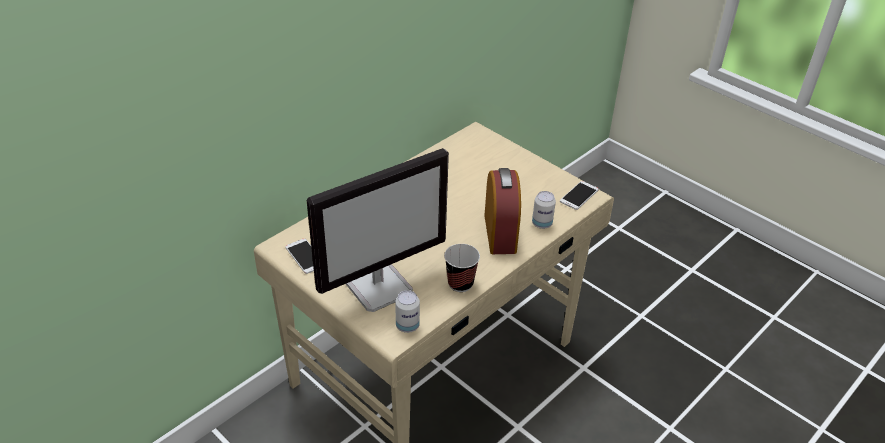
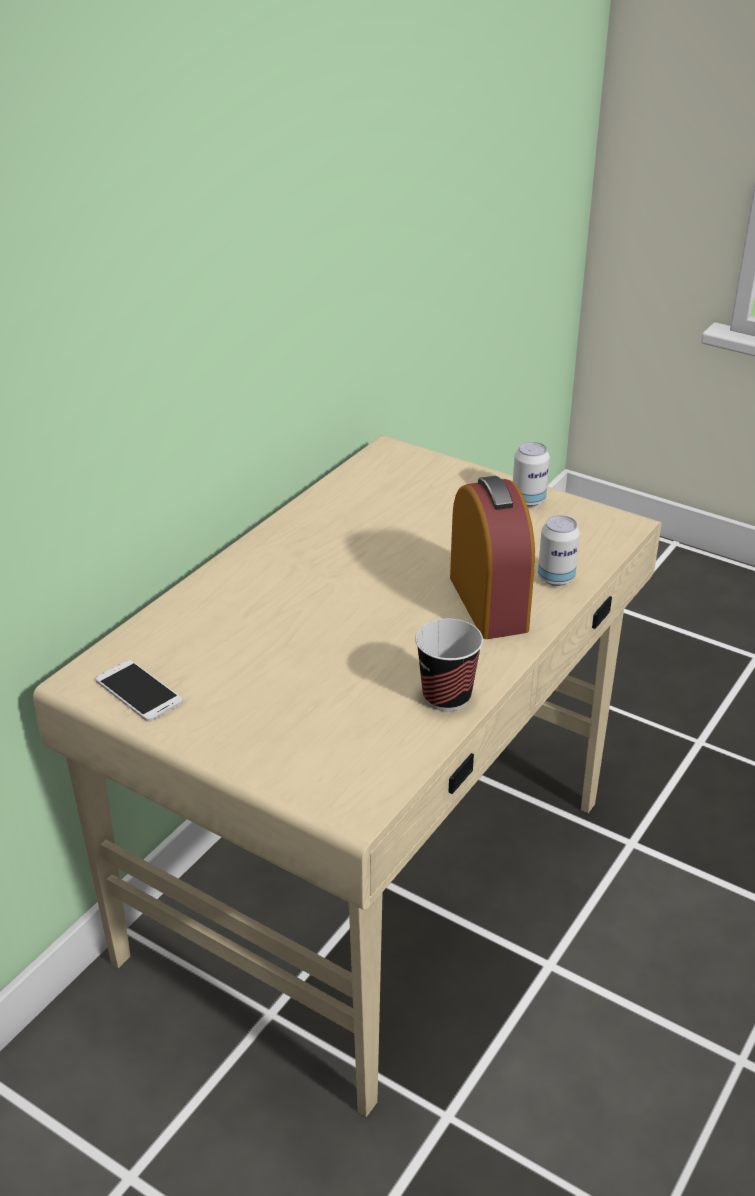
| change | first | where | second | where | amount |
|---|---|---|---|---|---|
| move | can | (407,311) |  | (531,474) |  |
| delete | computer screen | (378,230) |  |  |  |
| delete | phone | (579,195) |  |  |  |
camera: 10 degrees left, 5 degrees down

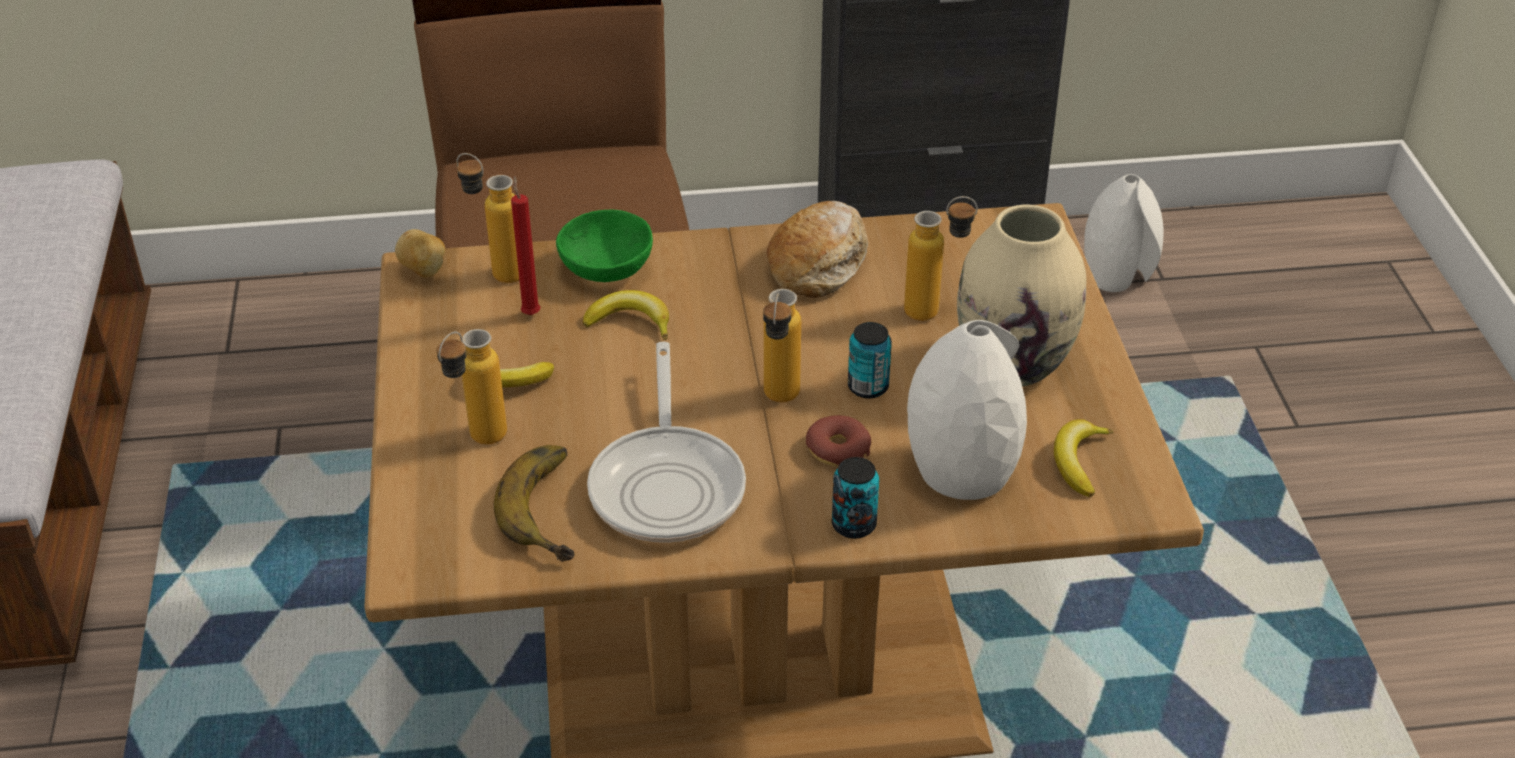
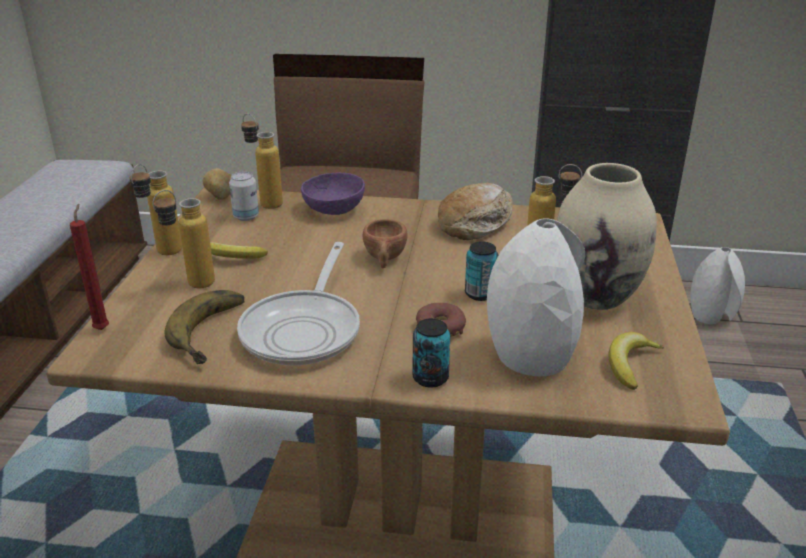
| change | first | where | second | where | amount |
|---|---|---|---|---|---|
| move | wax light in red | (525,245) |  | (89,267) |  |
| move | bottle | (782,345) |  | (155,209) |  |
| insert |  |  | can | (244,196) |  |
| recolor | serving bowl in green | (604,246) | serving bowl in purple-coloured | (333,193) |  |
| insert |  |  | cup in brown | (385,243) |  |
| delete | banana | (626,315) |  |  |  |
camera: 15 degrees right, 10 degrees down

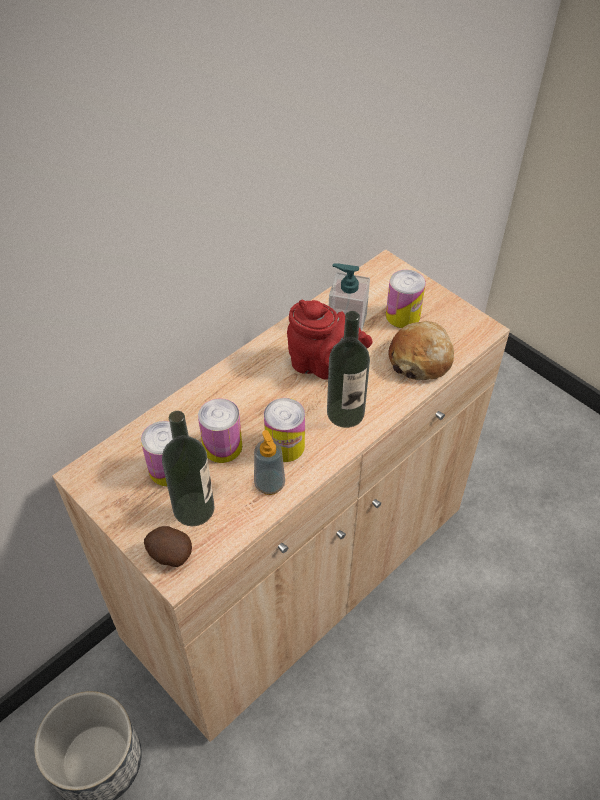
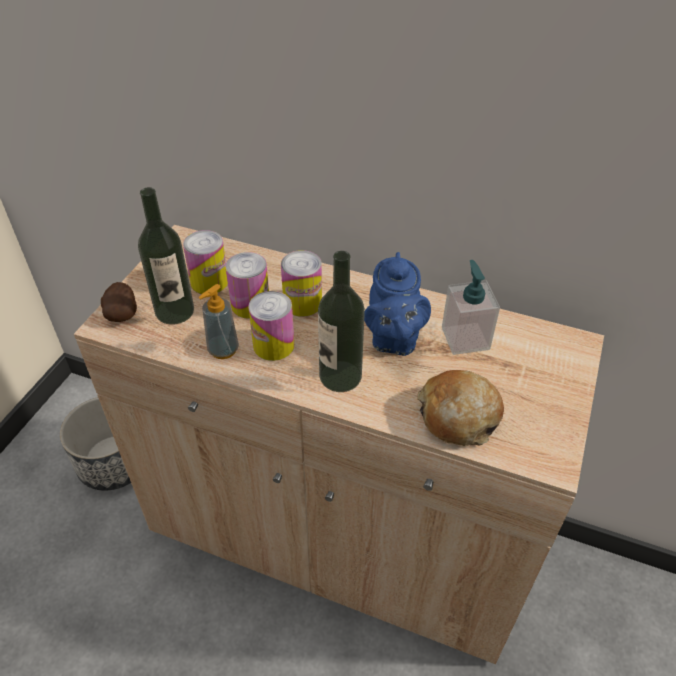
| change | first | where | second | where | amount |
|---|---|---|---|---|---|
| move | can | (406,299) |  | (301,283) |  |
| recolor | teapot in red | (330,340) | teapot in bluish | (397,304) |  |
camera: 65 degrees right, 5 degrees down

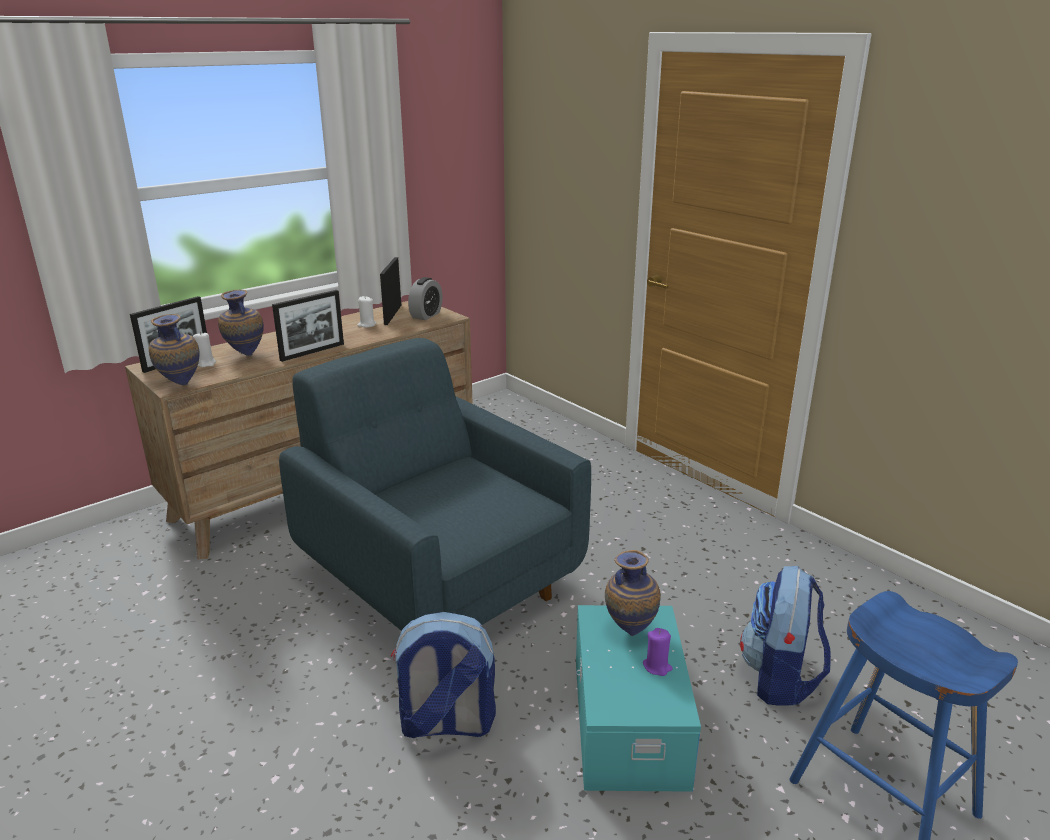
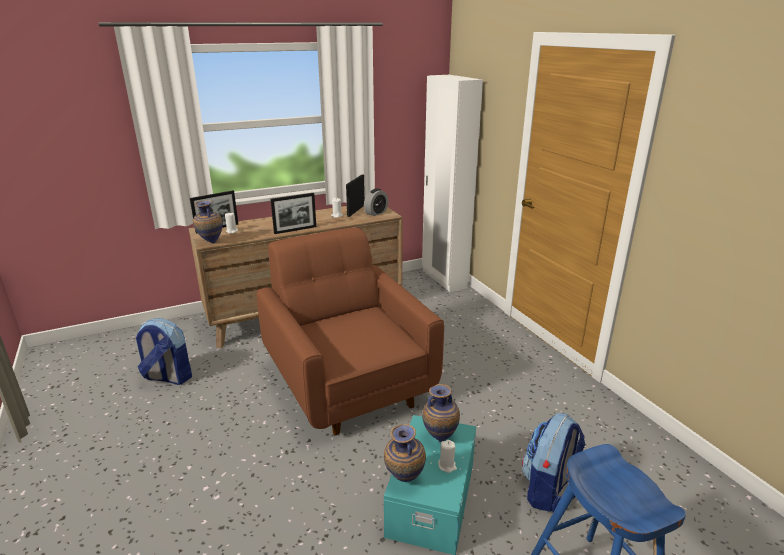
| change | first | where | second | where | amount |
|---|---|---|---|---|---|
| move | backpack | (443,675) |  | (164,351) |  |
| recolor | easy chair in bluish | (435,484) | easy chair in brown | (350,331) |  |
| move | flower vase | (241,323) |  | (405,453) |  |
| insert |  |  | wardrobe in whitish | (452,183) |  |
| recolor | wax light in purple-coloured | (658,652) | wax light in whitish | (447,456) |  |
camera: 15 degrees right, 0 degrees up

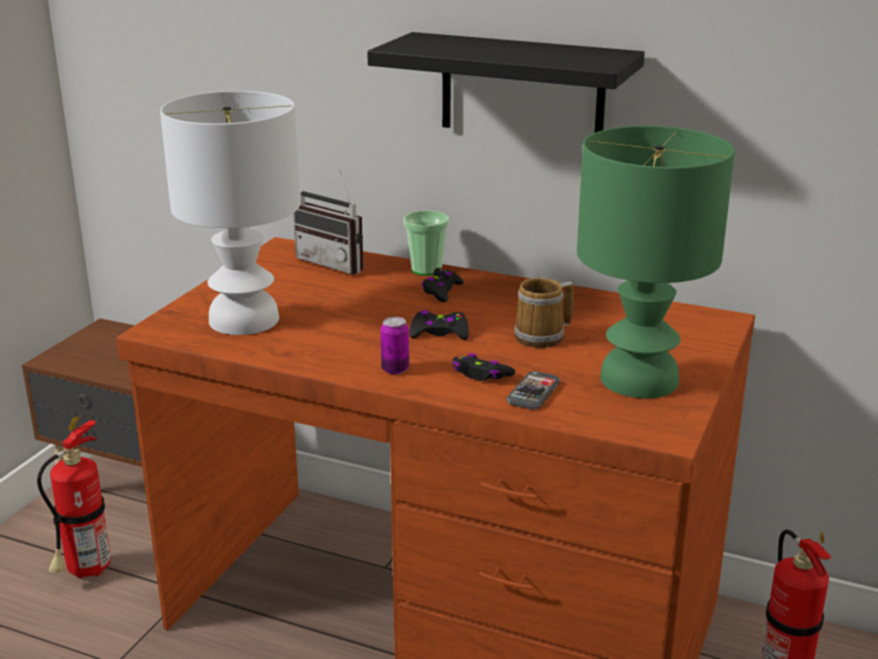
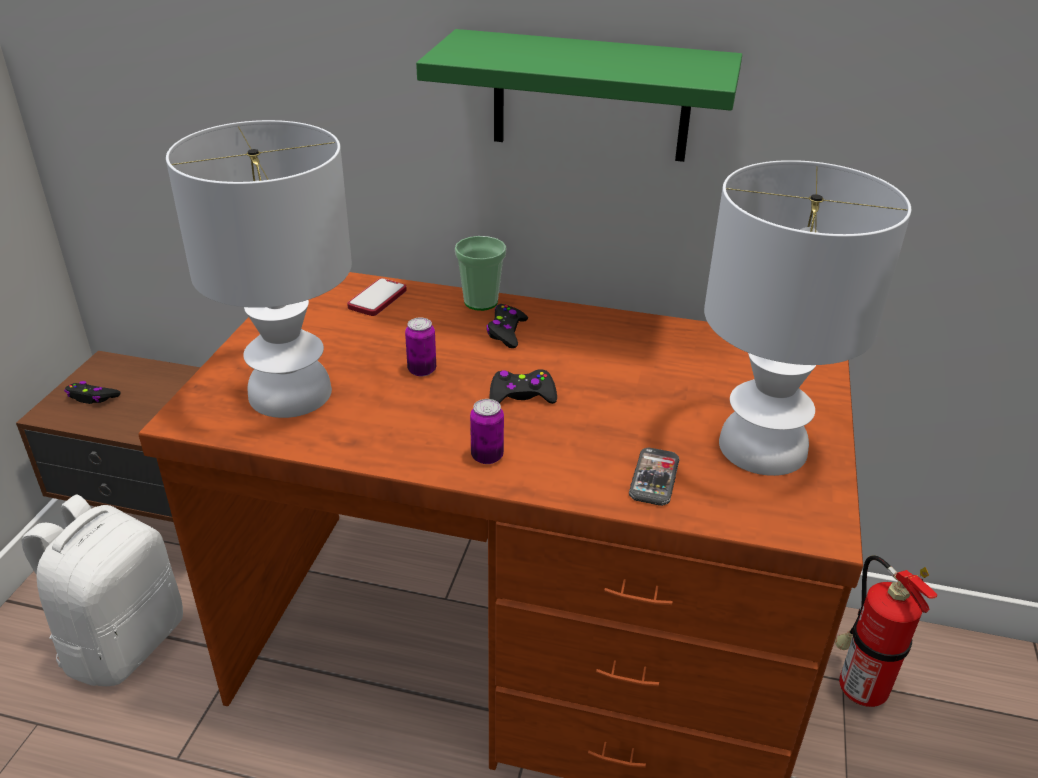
| change | first | where | second | where | amount |
|---|---|---|---|---|---|
| replace | fire extinguisher | (74,497) | backpack in whitish | (102,590) |  |
| move | gamepad in black-coloured | (483,367) |  | (92,392) |  |
| replace | radio receiver | (328,222) | phone | (377,297) |  |
| insert |  |  | can | (420,347) |  |
| recolor | wall shelf in black-coloured | (506,82) | wall shelf in green | (579,95) |  |
| recolor | table lamp in green | (656,262) | table lamp in whitish | (807,318) |  |
| delete | coffee mug | (544,313) |  |  |  |
camera: 10 degrees left, 10 degrees up

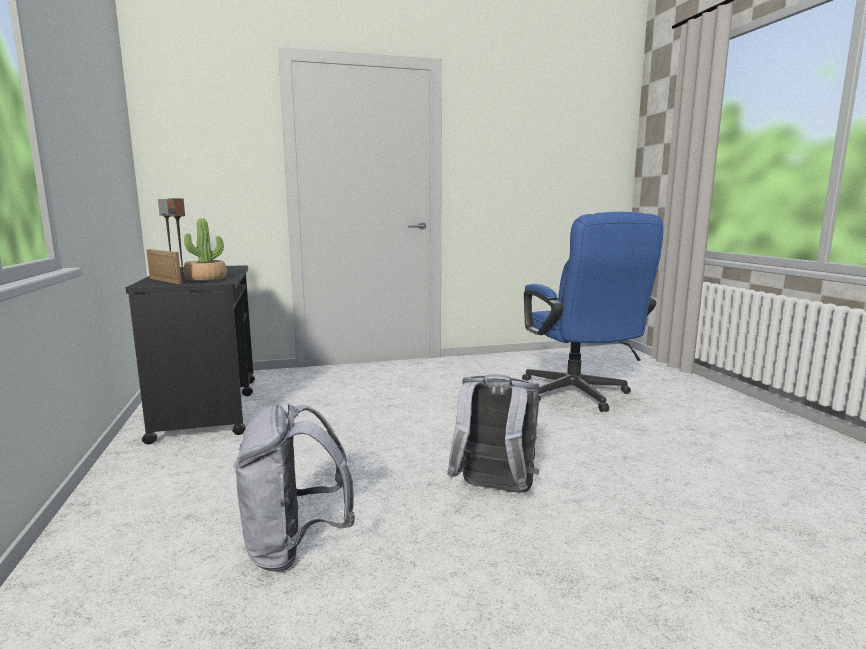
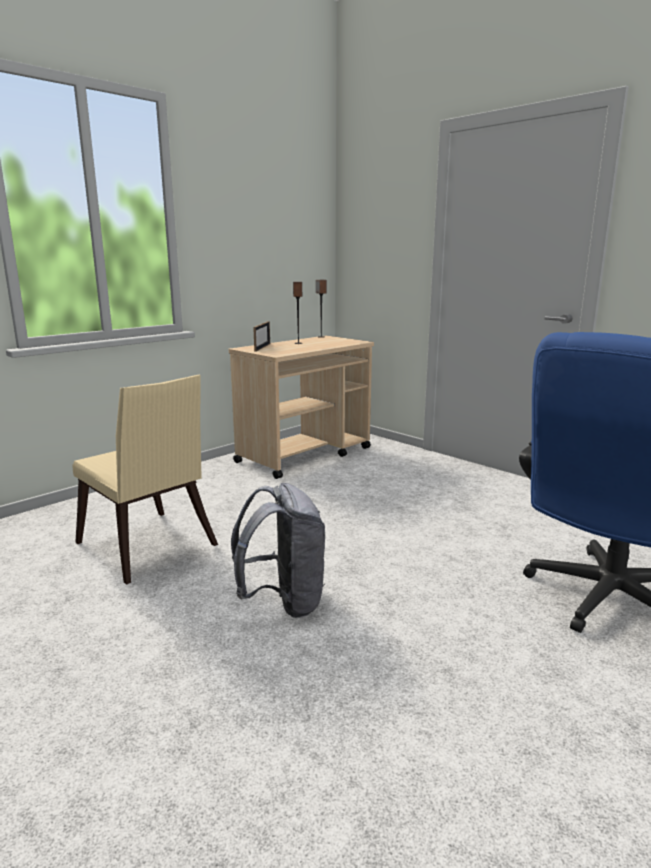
| change | first | where | second | where | amount |
|---|---|---|---|---|---|
| replace | backpack in gray | (294,488) | upright chair in sand-coloured | (145,479) |  |
| recolor | cart in black-coloured | (190,355) | cart in sand-coloured | (301,407) |  |
| delete | potted plant | (205,249) |  |  |  |
camera: 60 degrees right, 5 degrees up

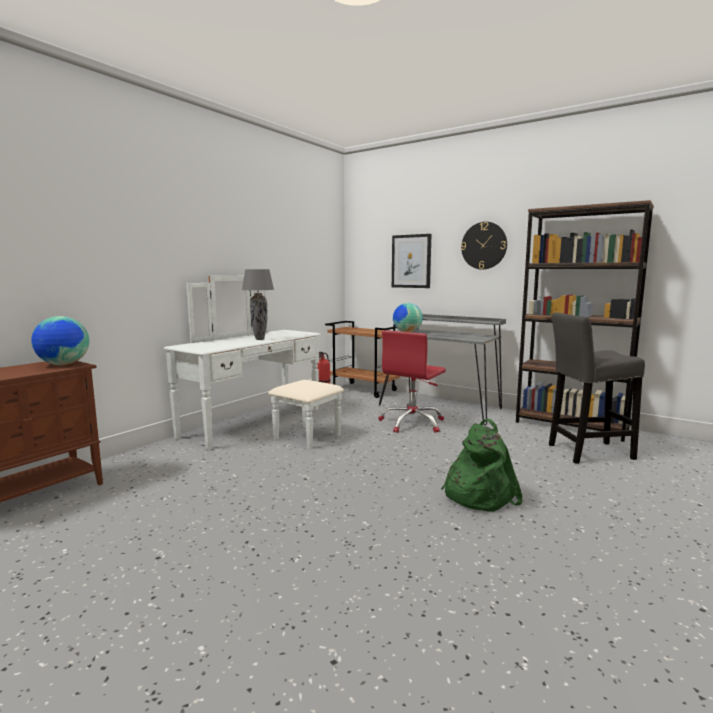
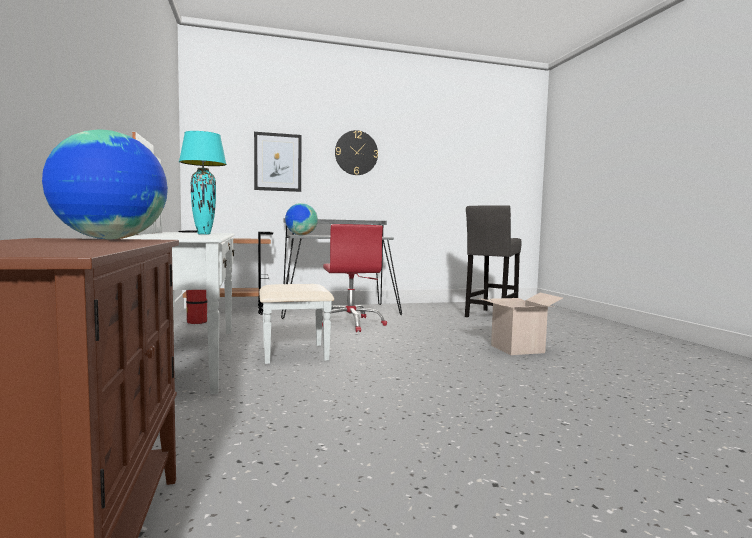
| change | first | where | second | where | amount |
|---|---|---|---|---|---|
| recolor | table lamp in gray | (258,304) | table lamp in blue-green | (203,183) |  |
| replace | backpack in green | (482,465) | carton | (520,324) |  |
| delete | bookcase in brown | (585,321) |  |  |  |
camera: 50 degrees left, 5 degrees down

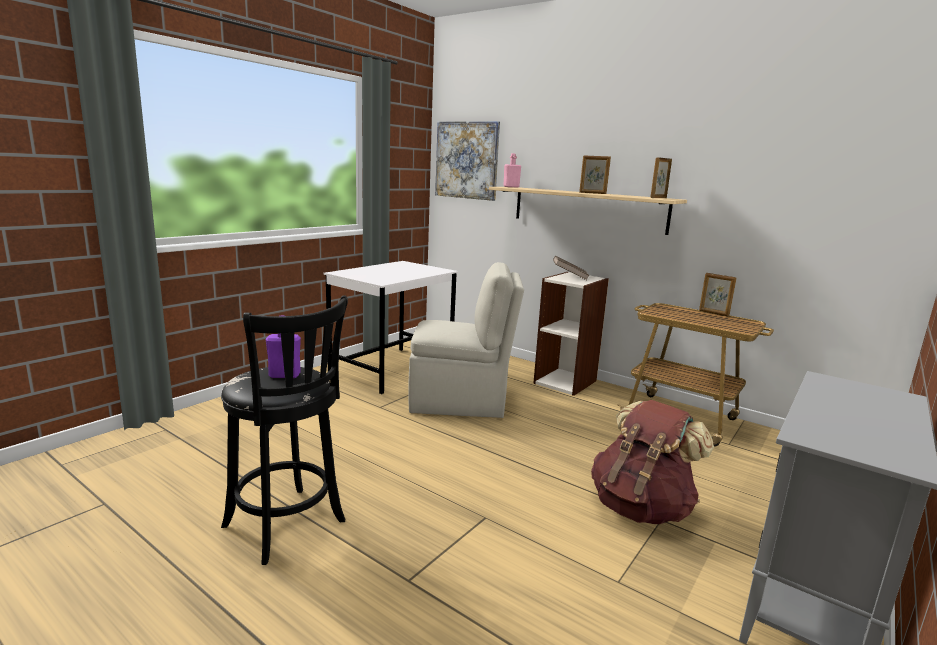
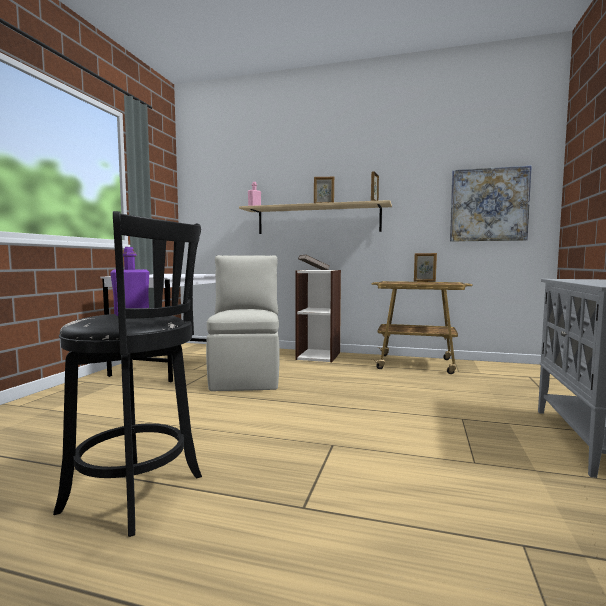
| change | first | where | second | where | amount |
|---|---|---|---|---|---|
| rotate | upright chair in sand-coloured | (466,340) |  | (243,323) | 75 degrees counterclockwise |
| move | wall art | (467,161) |  | (491,203) |  |
| delete | backpack in brown | (652,462) |  |  |  |
camera: 20 degrees left, 10 degrees down

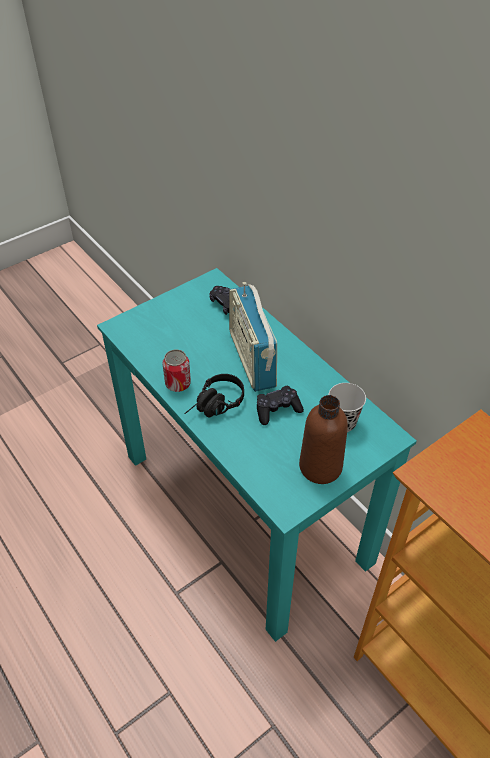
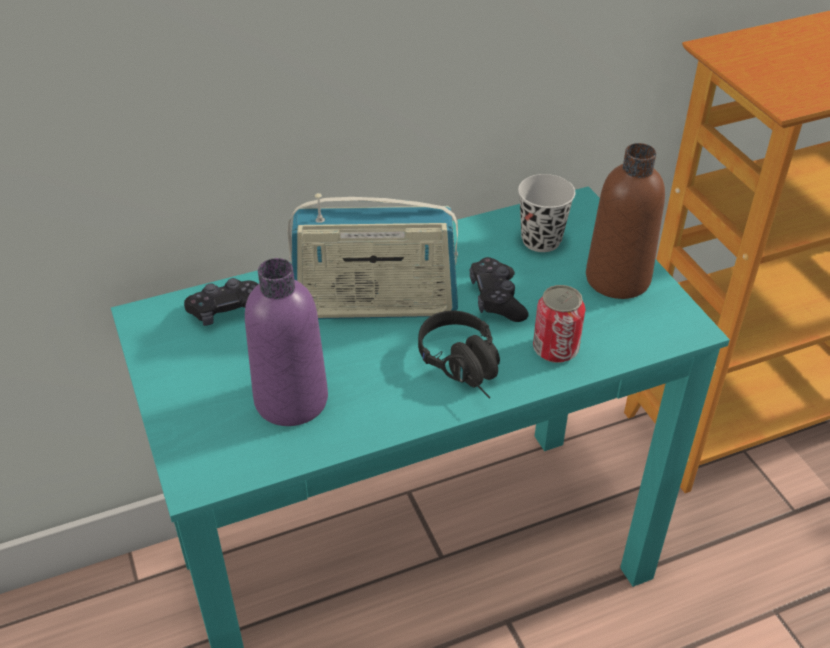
| change | first | where | second | where | amount |
|---|---|---|---|---|---|
| insert |  |  | bottle in purple-coloured | (286,342) |  |
| move | can | (176,371) |  | (559,324) |  |
camera: 75 degrees left, 5 degrees down

